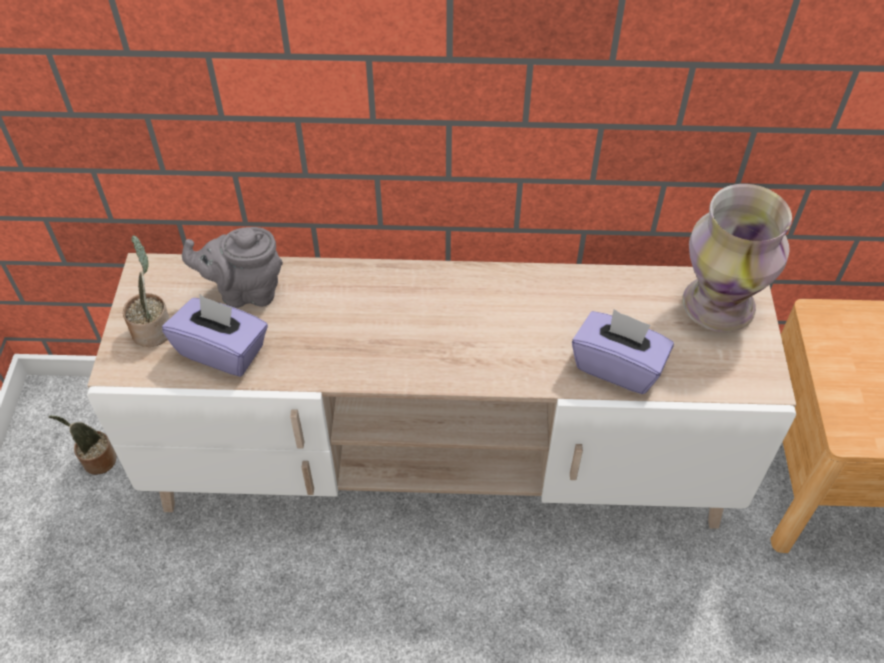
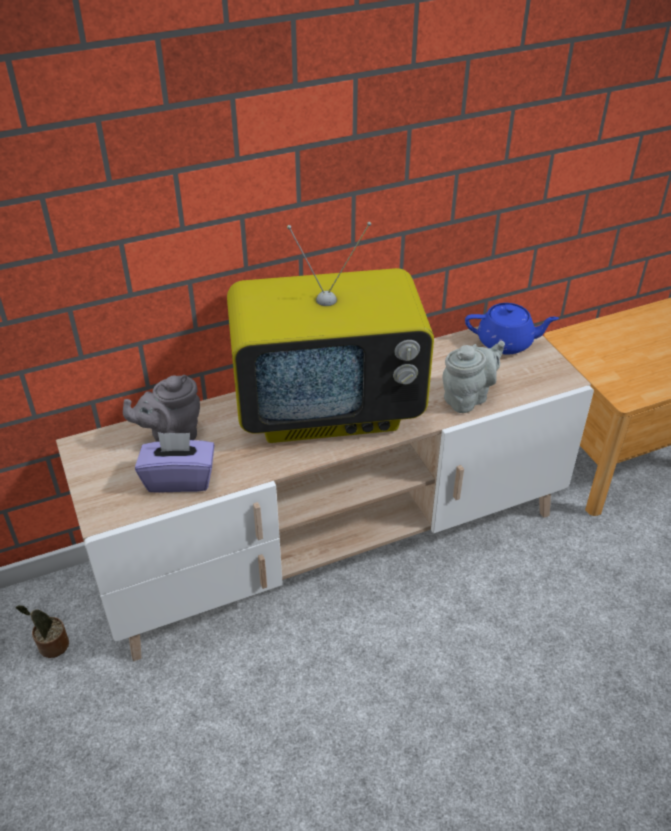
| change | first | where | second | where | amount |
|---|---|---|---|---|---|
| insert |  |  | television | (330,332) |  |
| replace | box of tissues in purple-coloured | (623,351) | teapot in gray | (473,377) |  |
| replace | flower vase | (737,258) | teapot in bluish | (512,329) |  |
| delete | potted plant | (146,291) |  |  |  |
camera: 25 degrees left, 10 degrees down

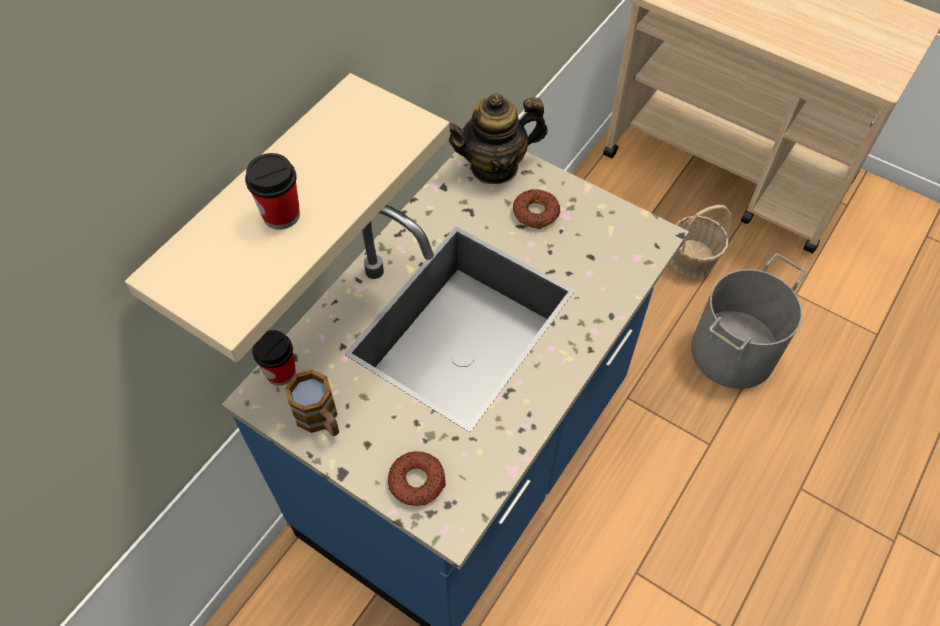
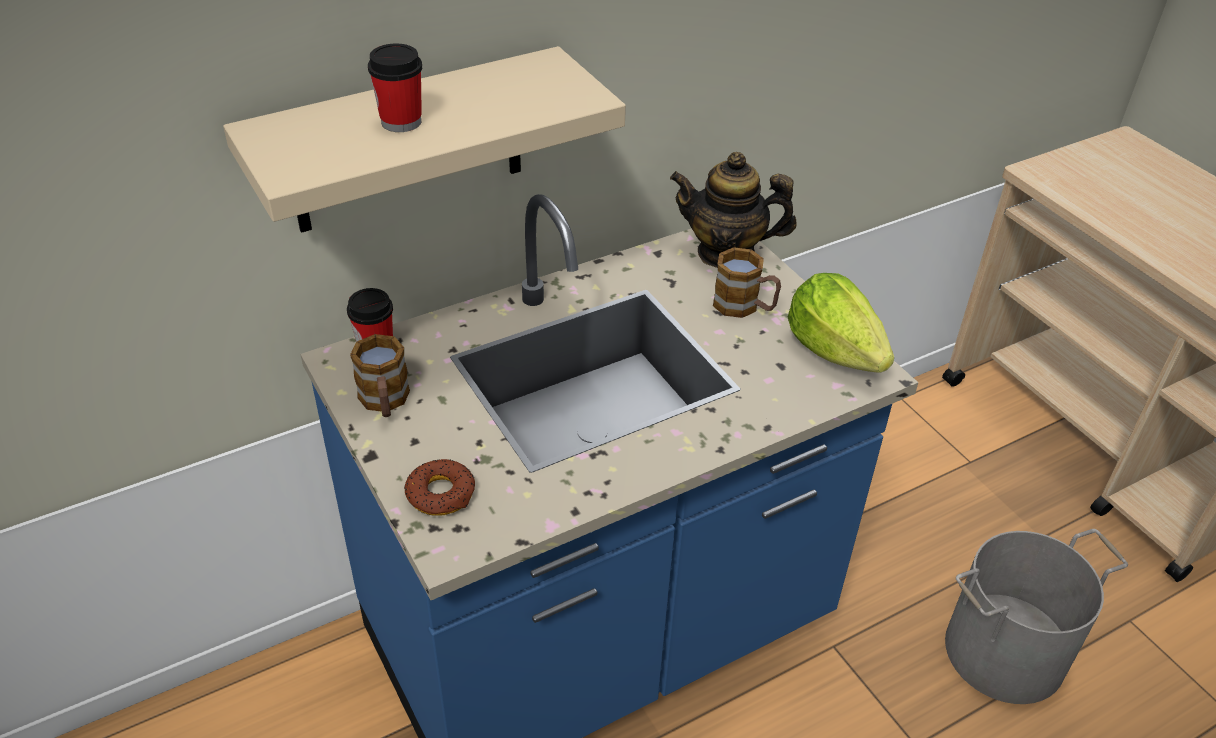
| change | first | where | second | where | amount |
|---|---|---|---|---|---|
| replace | ring doughnut | (536,209) | coffee mug | (747,282) |  |
| insert |  |  | lettuce head | (841,323) |  |
| delete | storage basket | (701,241) |  |  |  |
camera: 25 degrees right, 15 degrees down

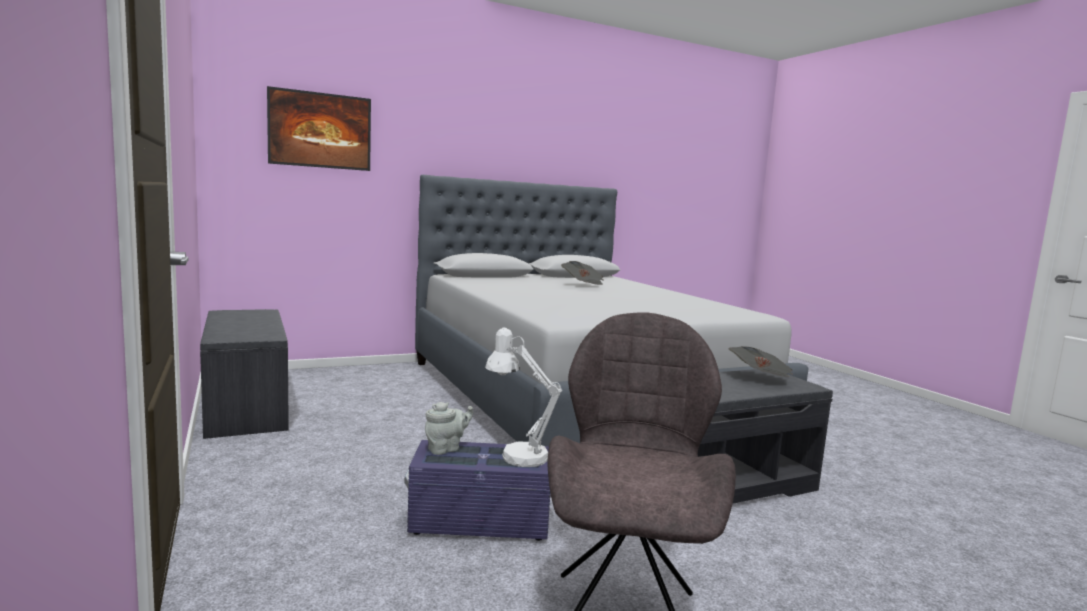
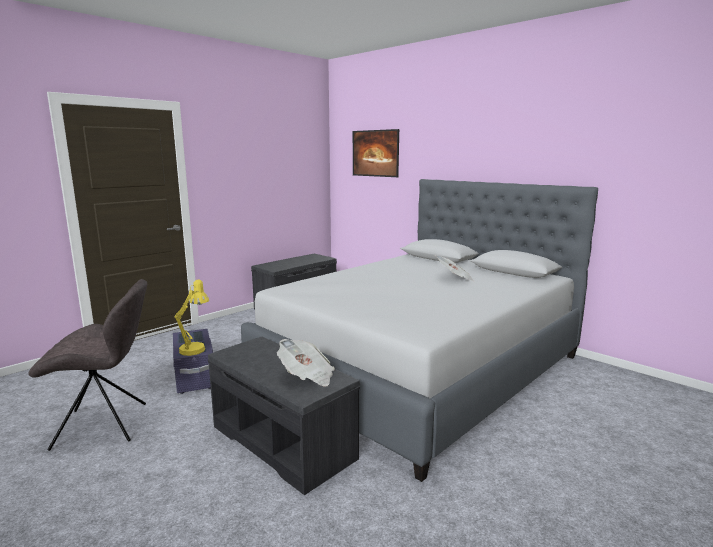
| change | first | where | second | where | amount |
|---|---|---|---|---|---|
| recolor | table lamp in whitish | (523,397) | table lamp in yellow-coloured | (191,317) |  |
| delete | teapot in gray | (449,428) |  |  |  |
camera: 70 degrees right, 5 degrees up

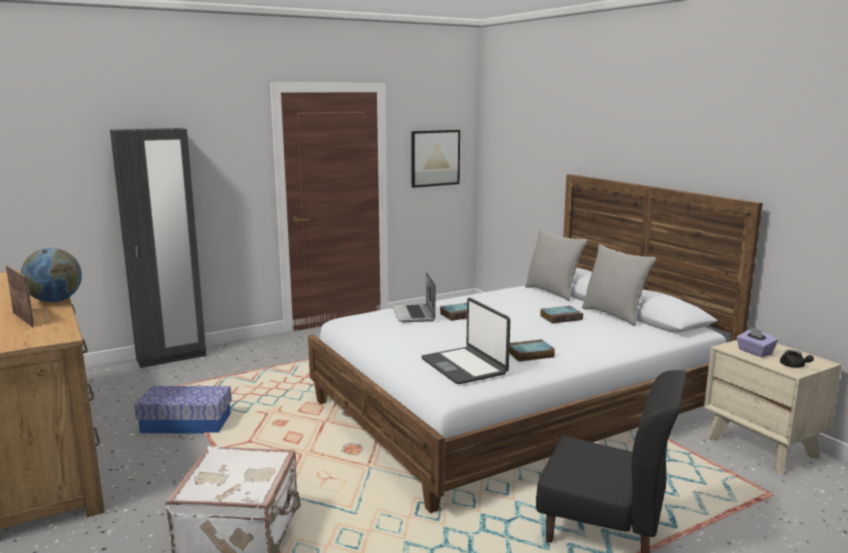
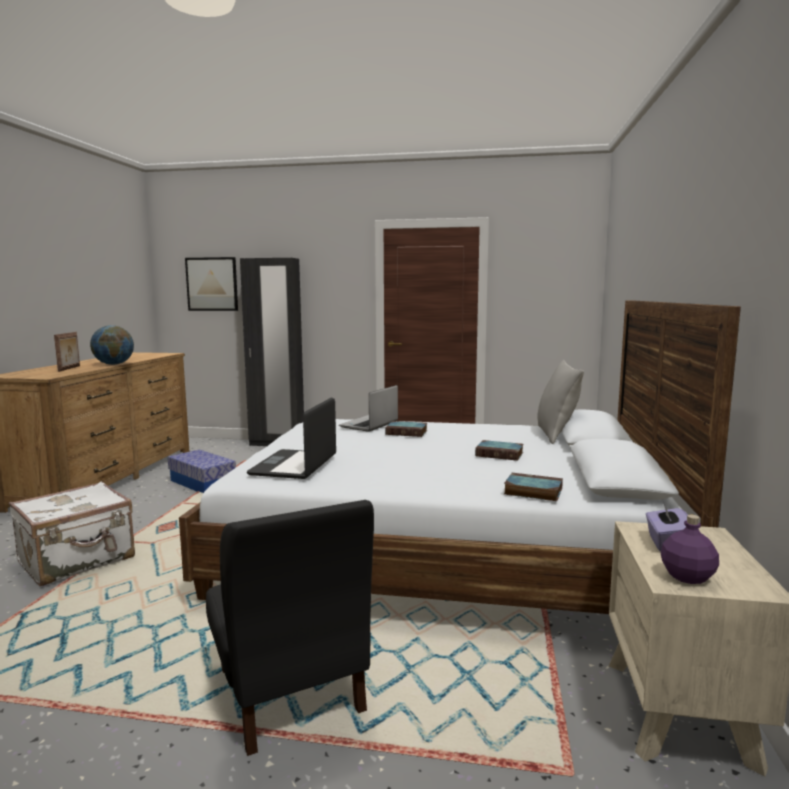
| change | first | where | second | where | amount |
|---|---|---|---|---|---|
| move | wall art | (435,159) |  | (211,284) |  |
| move | book | (532,350) |  | (533,487) |  |
| replace | teapot in black-coloured | (797,359) | bottle in purple-coloured | (690,549) |  |
| delete | throw pillow in gray | (619,285) |  |  |  |
camera: 40 degrees right, 5 degrees down

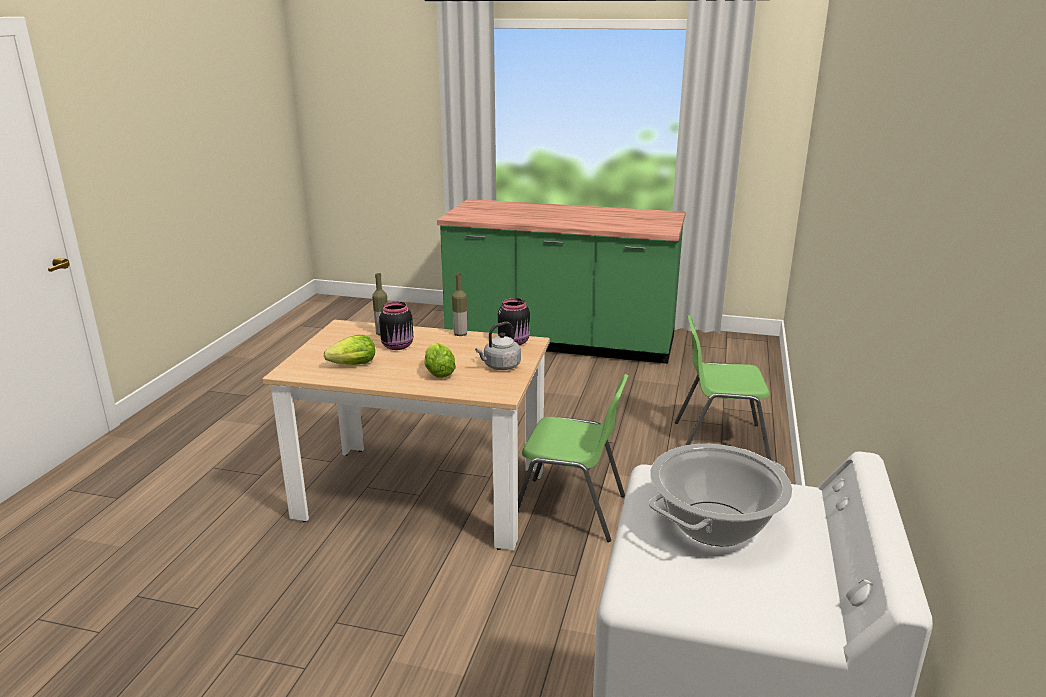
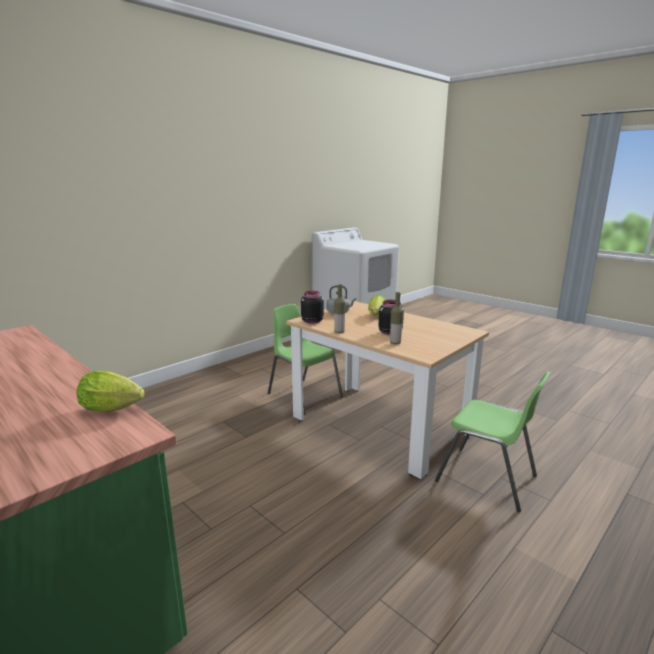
| change | first | where | second | where | amount |
|---|---|---|---|---|---|
| move | lettuce head | (349,350) |  | (110,391) |  |
| move | upright chair in green | (723,387) |  | (493,442) |  |
| delete | cooking pot | (721,495) |  |  |  |
camera: 150 degrees left, 5 degrees down

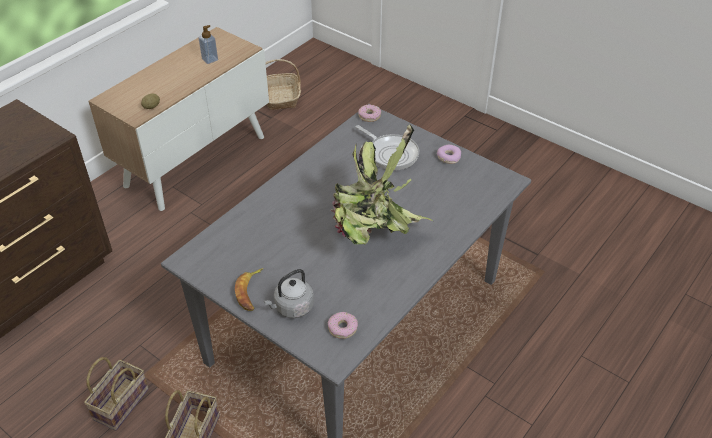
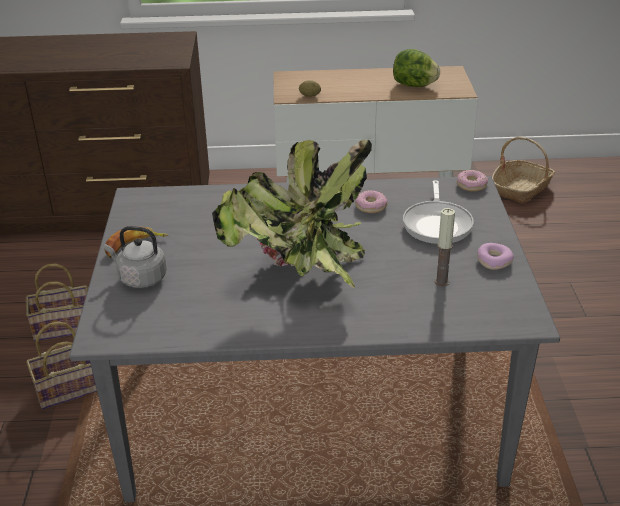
| change | first | where | second | where | amount |
|---|---|---|---|---|---|
| move | ring doughnut | (343,325) |  | (371,201) |  |
| replace | liquid soap bottle | (208,44) | lettuce head | (416,68) |  |
| insert |  |  | wax light | (445,247) |  |
camera: 50 degrees right, 10 degrees down

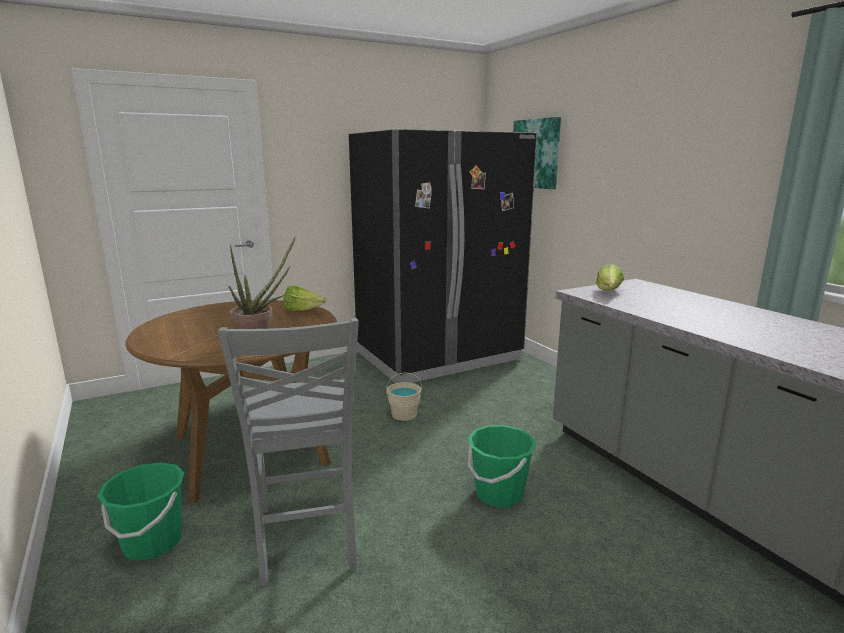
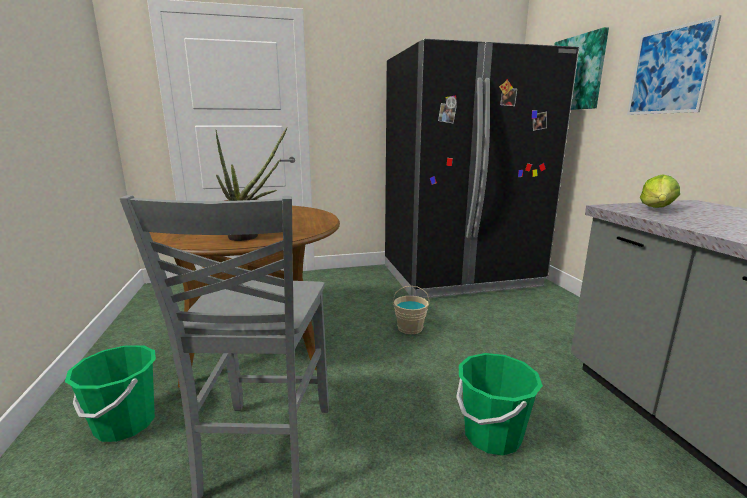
| change | first | where | second | where | amount |
|---|---|---|---|---|---|
| insert |  |  | wall art | (674,65) |  |
| delete | lettuce head | (305,298) |  |  |  |
camera: 15 degrees right, 0 degrees up

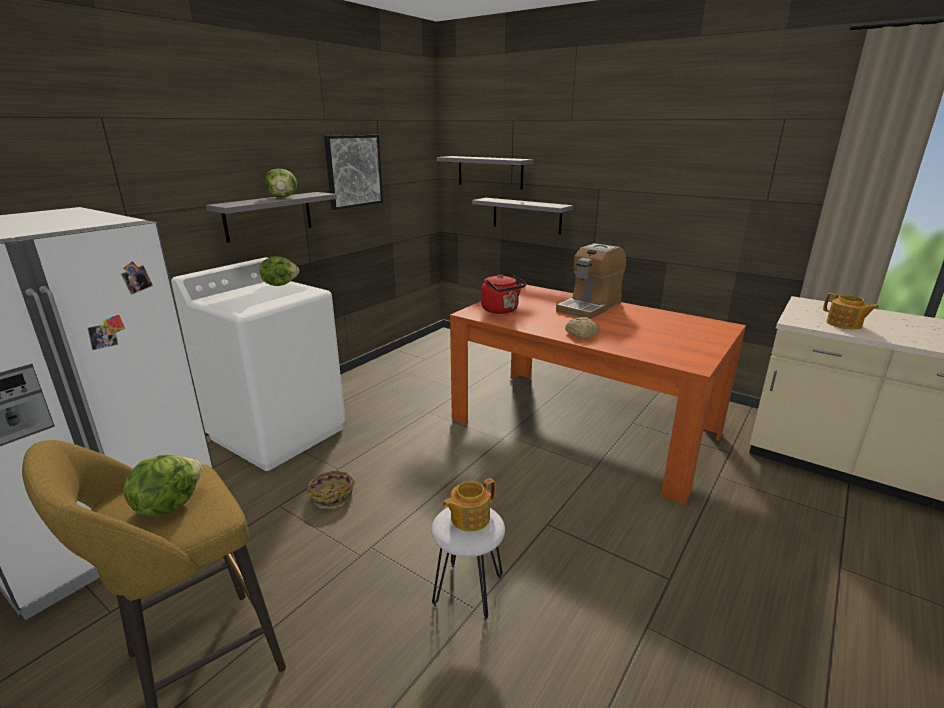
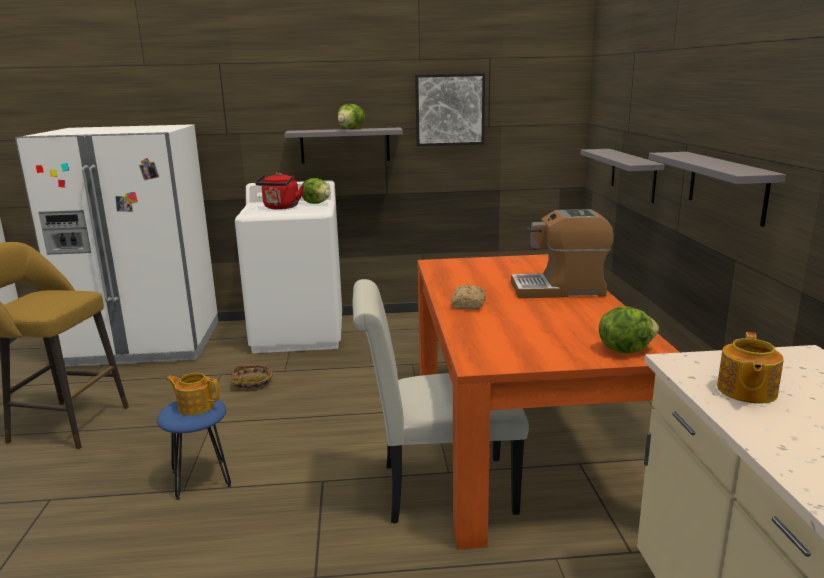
| change | first | where | second | where | amount |
|---|---|---|---|---|---|
| recolor | stool seat in whitish | (468,564) | stool seat in bluish | (194,450) |  |
| move | kettle in red | (503,294) |  | (279,191) |  |
| insert |  |  | upright chair in whitish | (440,401) |  |
| move | lettuce head | (162,485) |  | (629,330) |  |
| move | wall shelf in gray | (485,173) |  | (717,189) |  |
camera: 50 degrees right, 5 degrees down

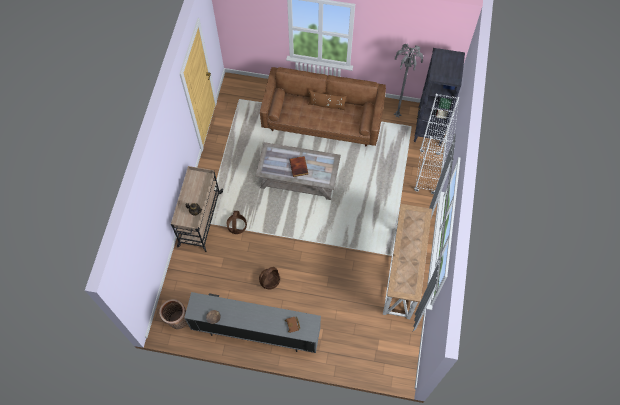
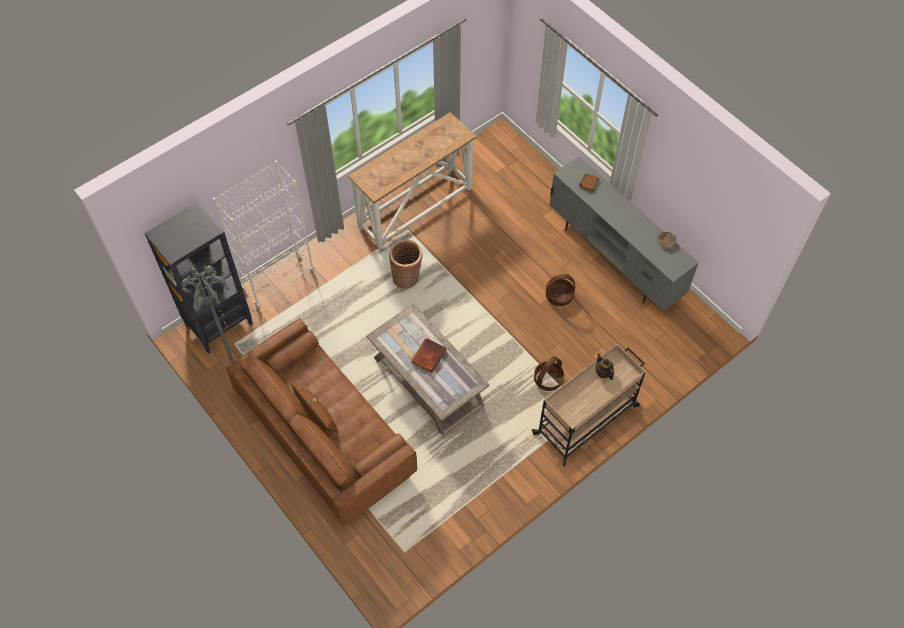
| change | first | where | second | where | amount |
|---|---|---|---|---|---|
| move | storage basket | (173,314) |  | (406,264) |  |
camera: 140 degrees left, 5 degrees down

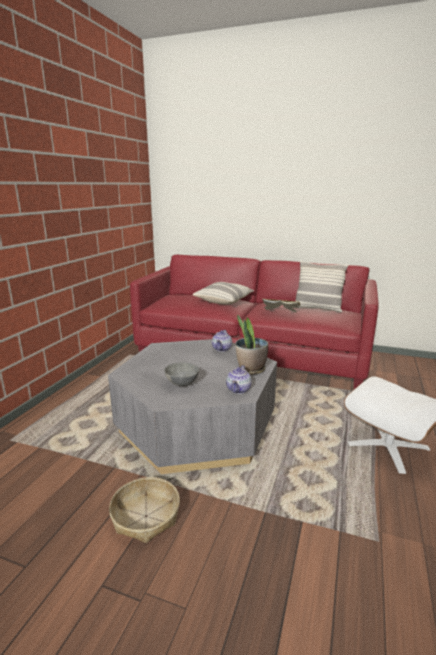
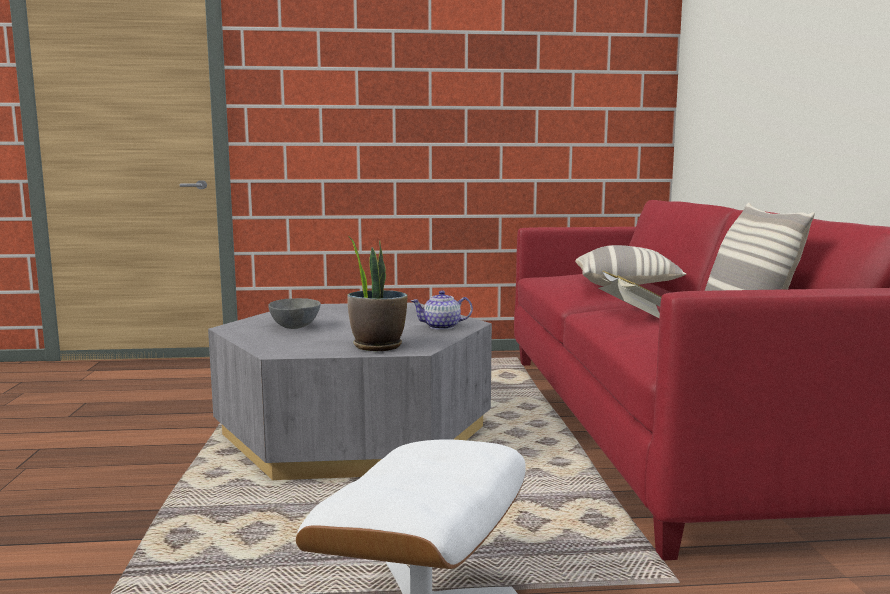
| change | first | where | second | where | amount |
|---|---|---|---|---|---|
| delete | storage basket | (144,510) |  |  |  |
| delete | teapot | (239,379) |  |  |  |
camera: 65 degrees right, 10 degrees down

